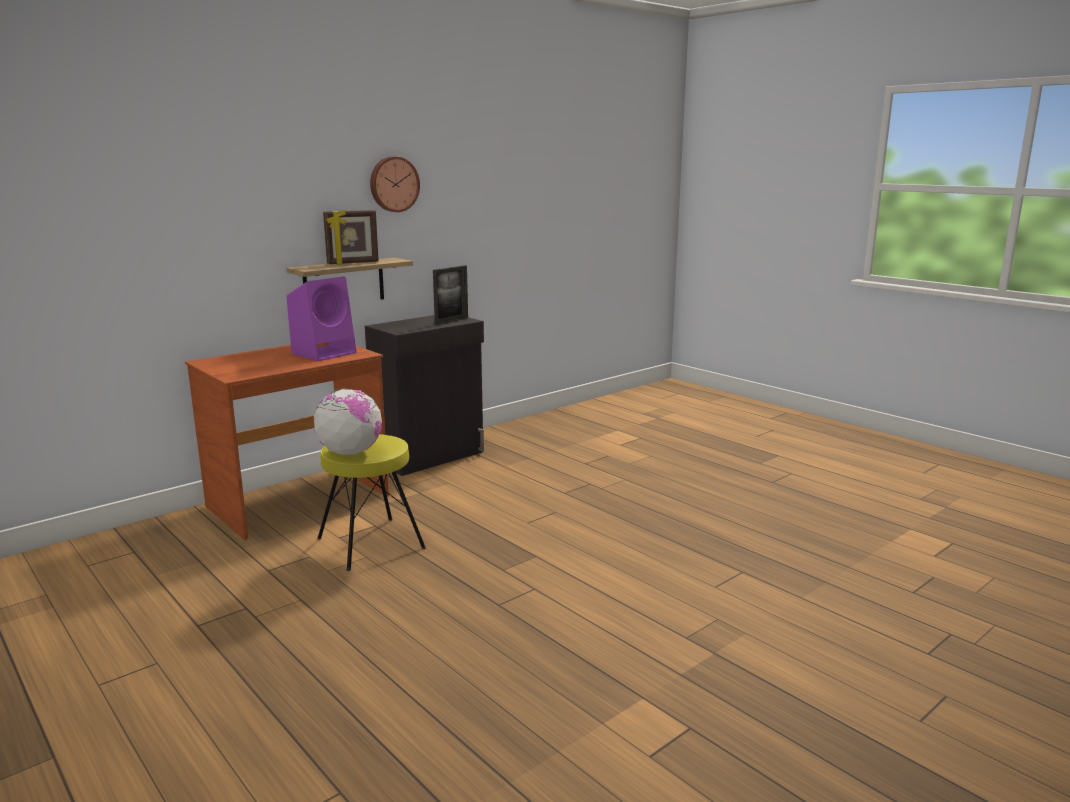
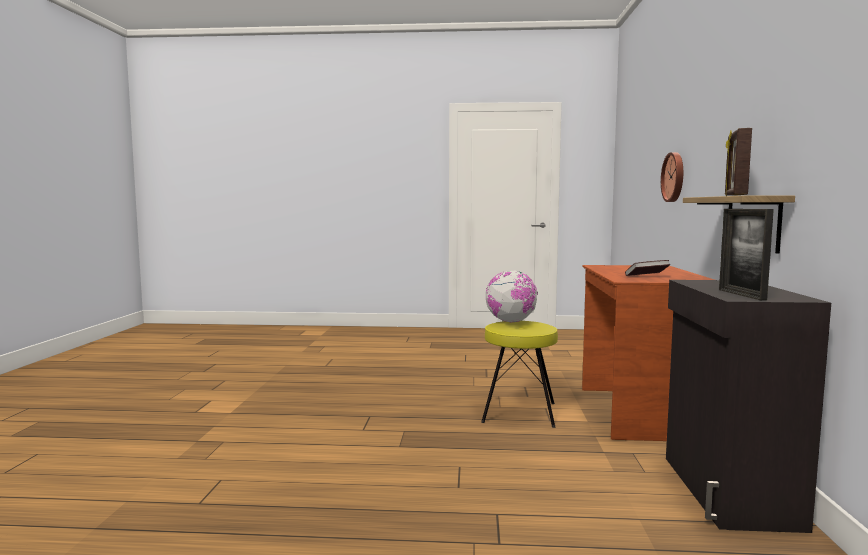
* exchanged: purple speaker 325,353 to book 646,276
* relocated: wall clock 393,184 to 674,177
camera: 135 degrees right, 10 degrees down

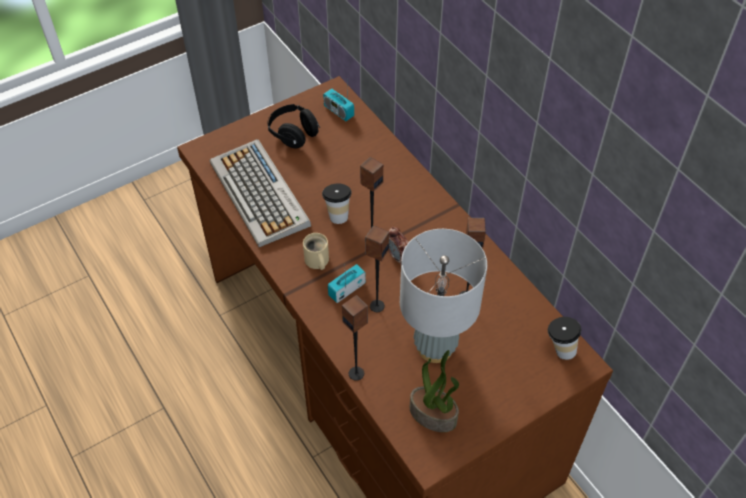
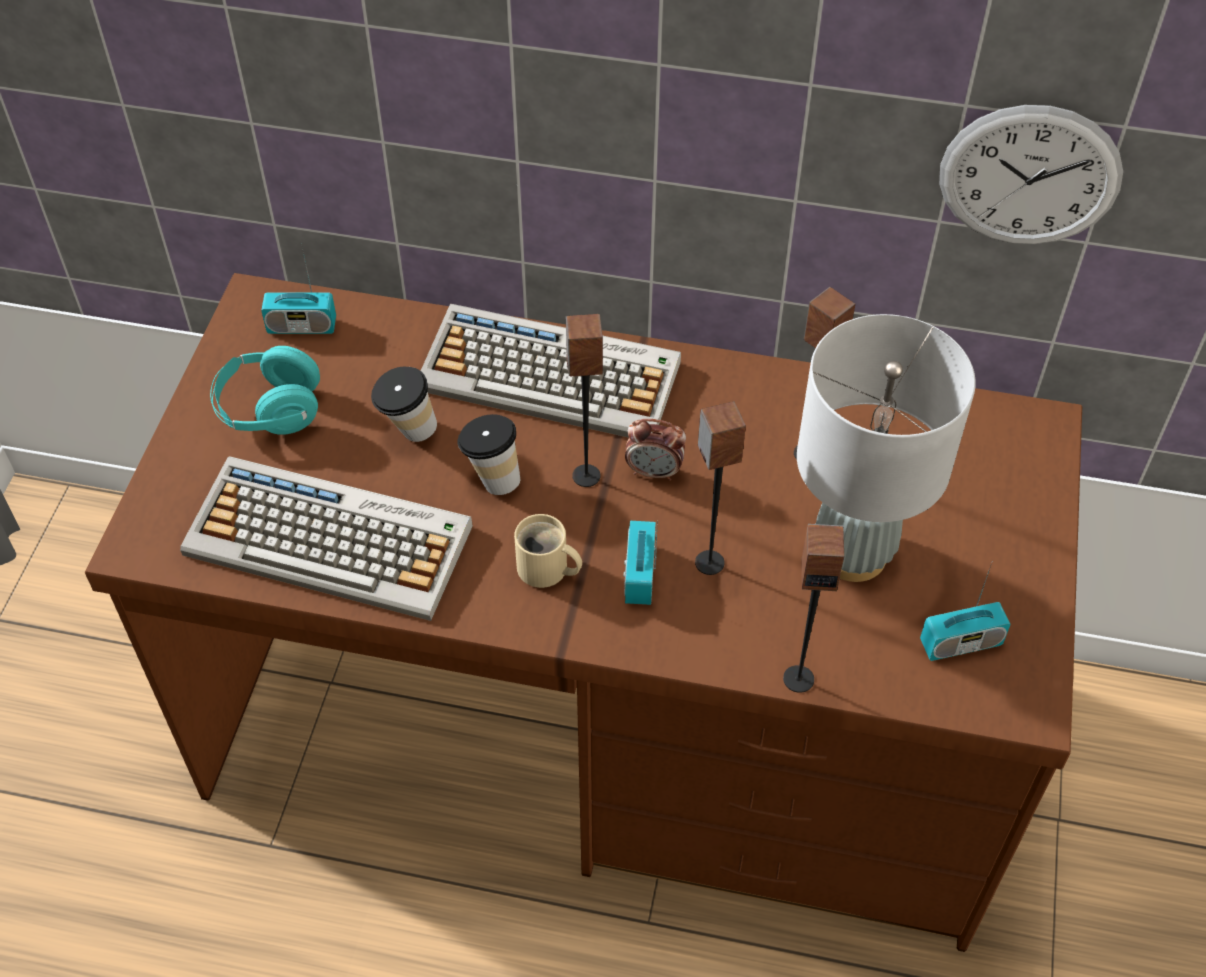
* colour: black headphones 293,134 to turquoise headphones 270,410
* relocated: cup 559,349 to 408,432
* appeared: keyboard 552,375
* exchanged: potted plant 434,414 to radio 960,643
* appeared: wall clock 1029,176
camera: 45 degrees left, 0 degrees up

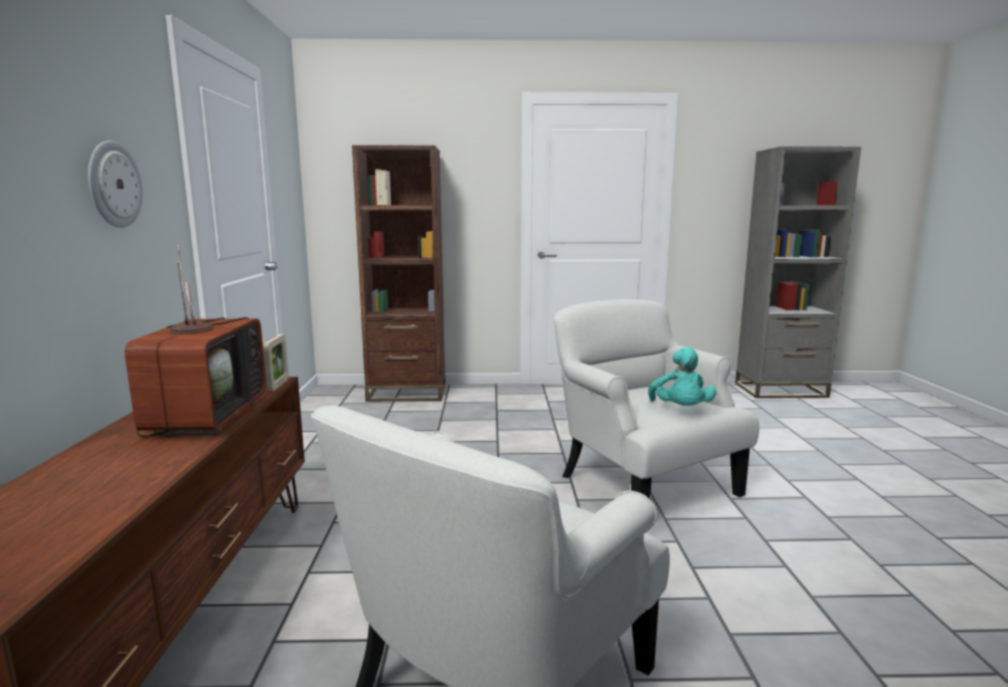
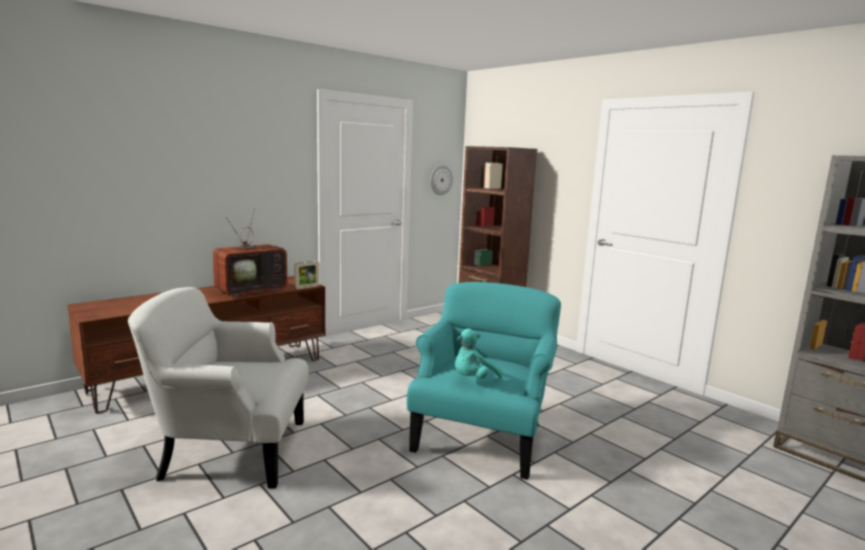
* colour: white armchair 642,484 to turquoise armchair 482,436
* relocated: wall clock 113,184 to 441,180
camera: 50 degrees right, 0 degrees up

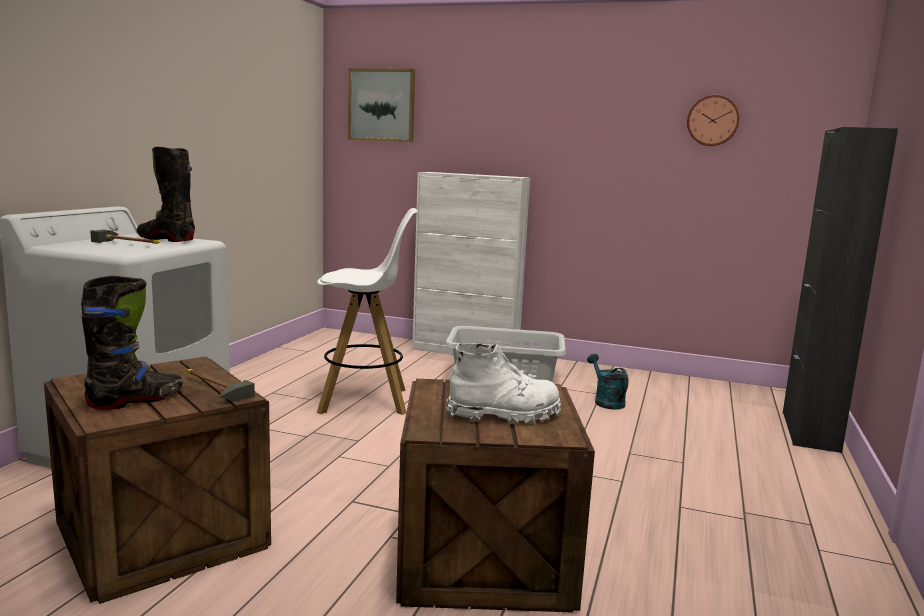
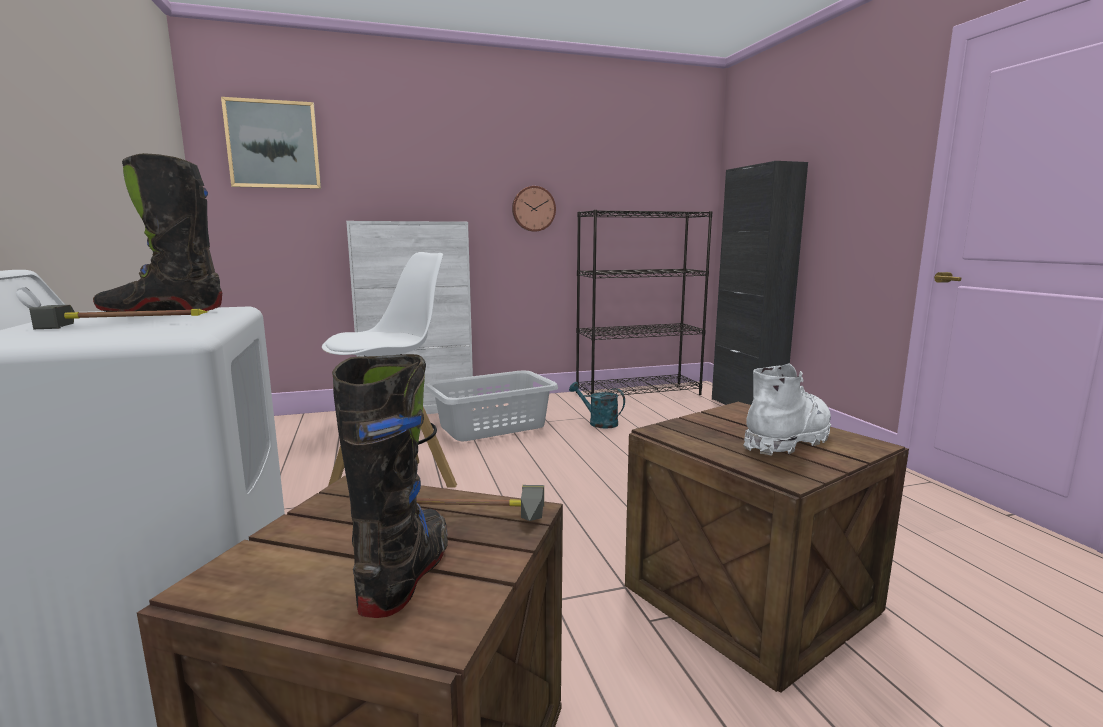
* relocated: wall clock 712,120 to 533,209
* appeared: black bookcase 638,393
camera: 35 degrees left, 0 degrees up

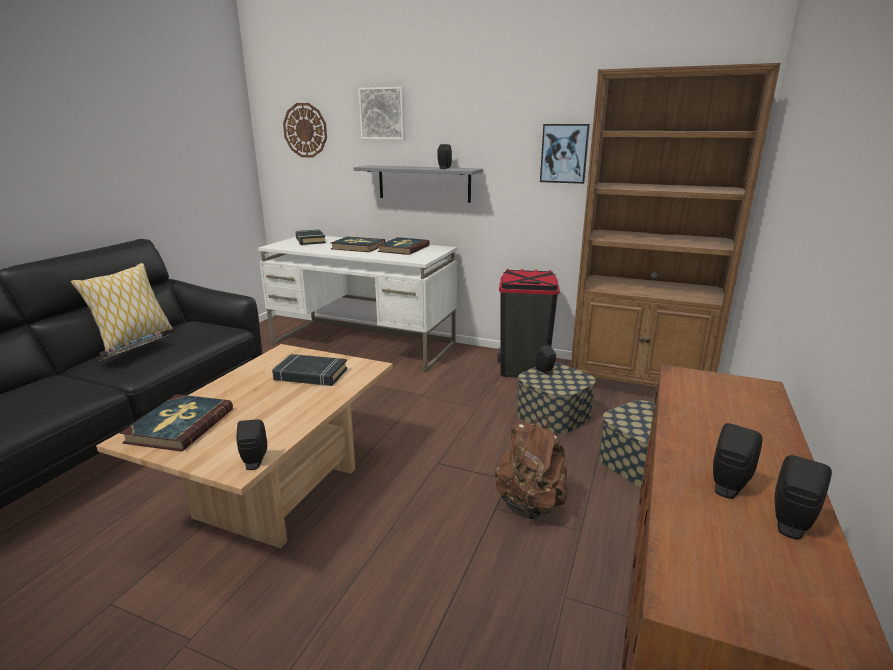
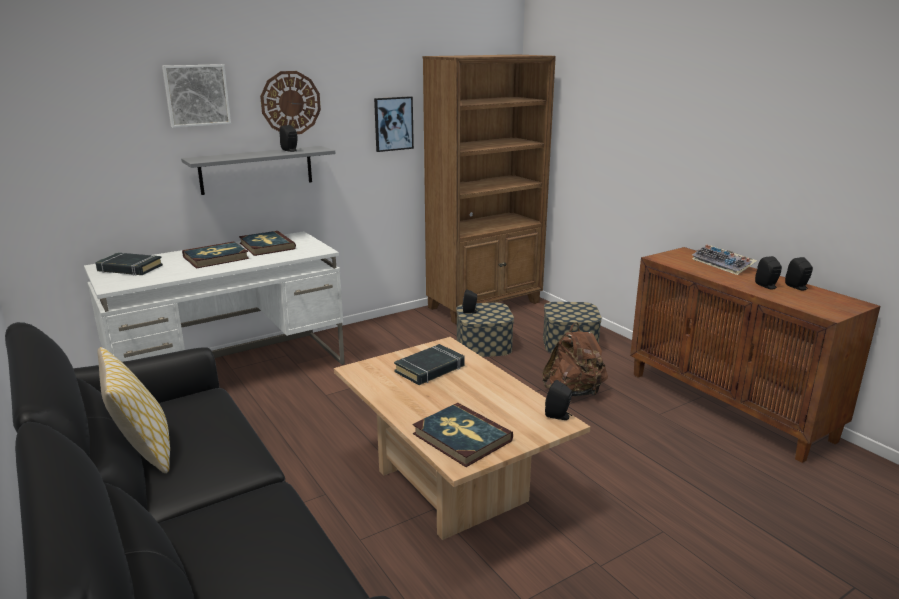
* relocated: wall clock 305,130 to 290,103
* relocated: keyboard 134,353 to 723,265
* missing: black trash can 523,369
camera: 55 degrees left, 0 degrees up

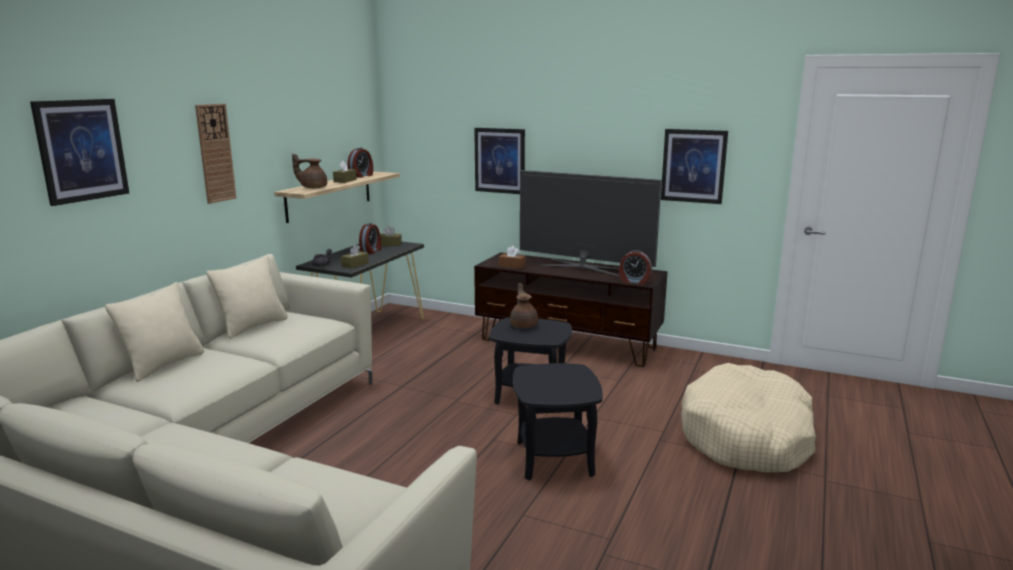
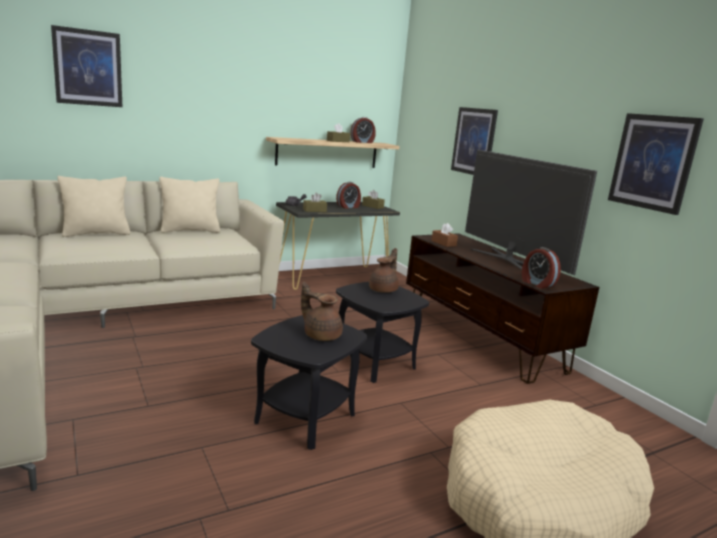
* relocated: brown teapot 313,187 to 321,335
* missing: wall clock 215,153
camera: 35 degrees right, 0 degrees up

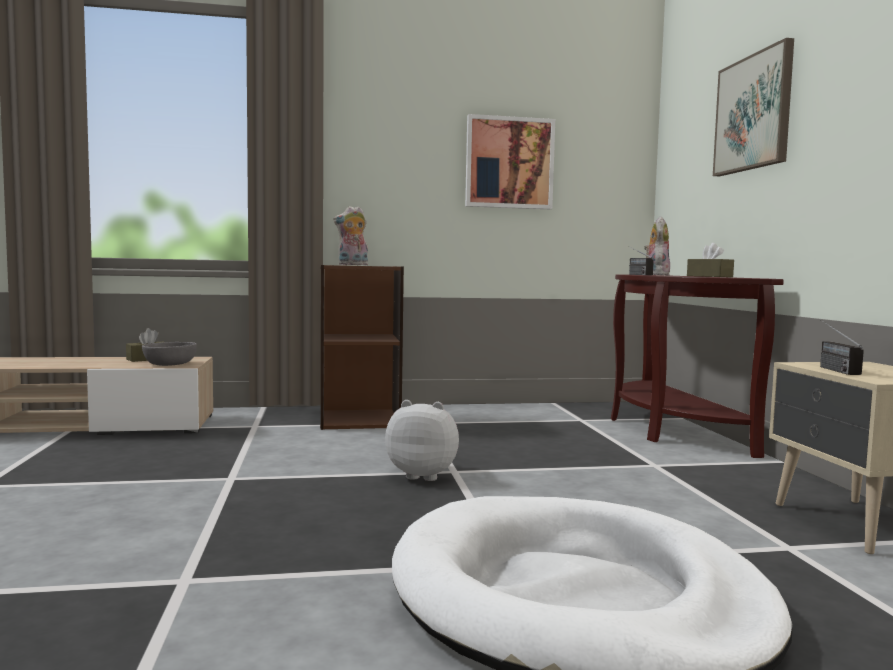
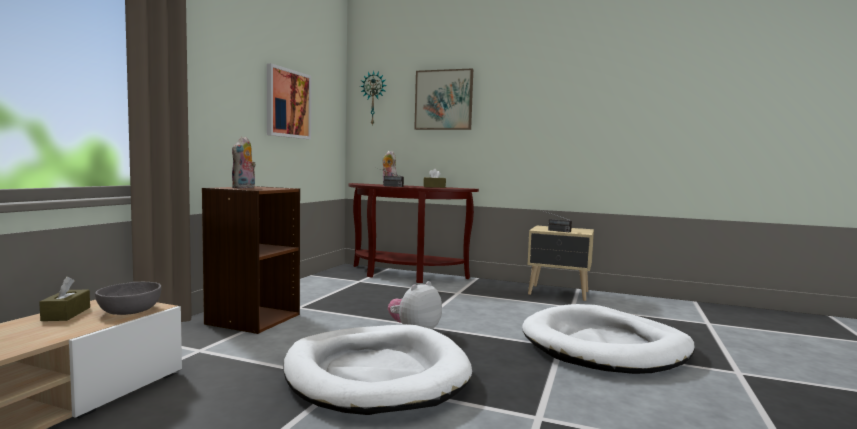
* appeared: white dog bed 376,374
* appeared: wall clock 374,98
camera: 60 degrees left, 0 degrees up

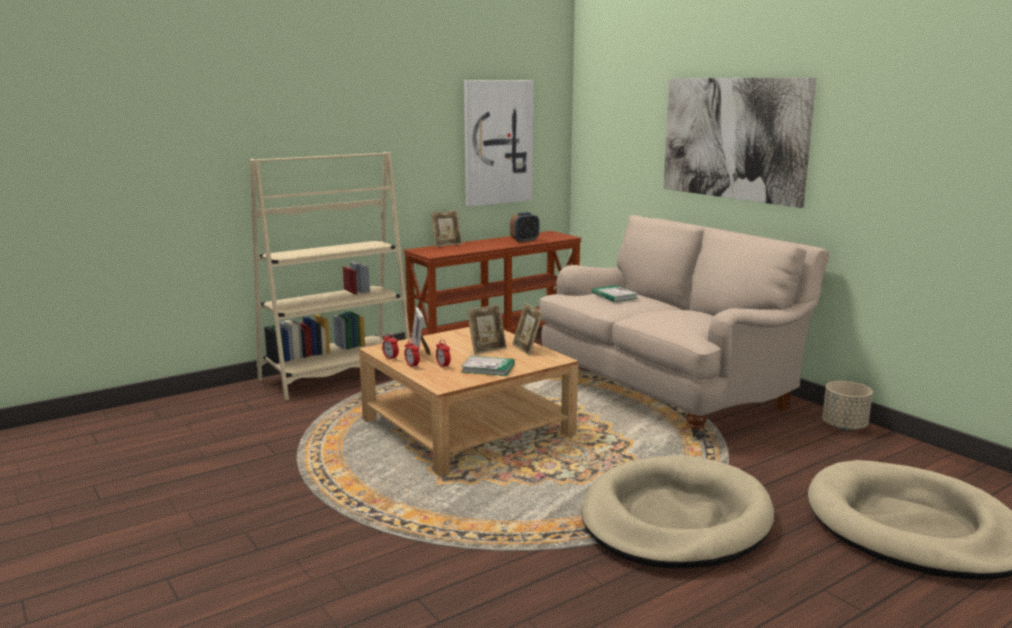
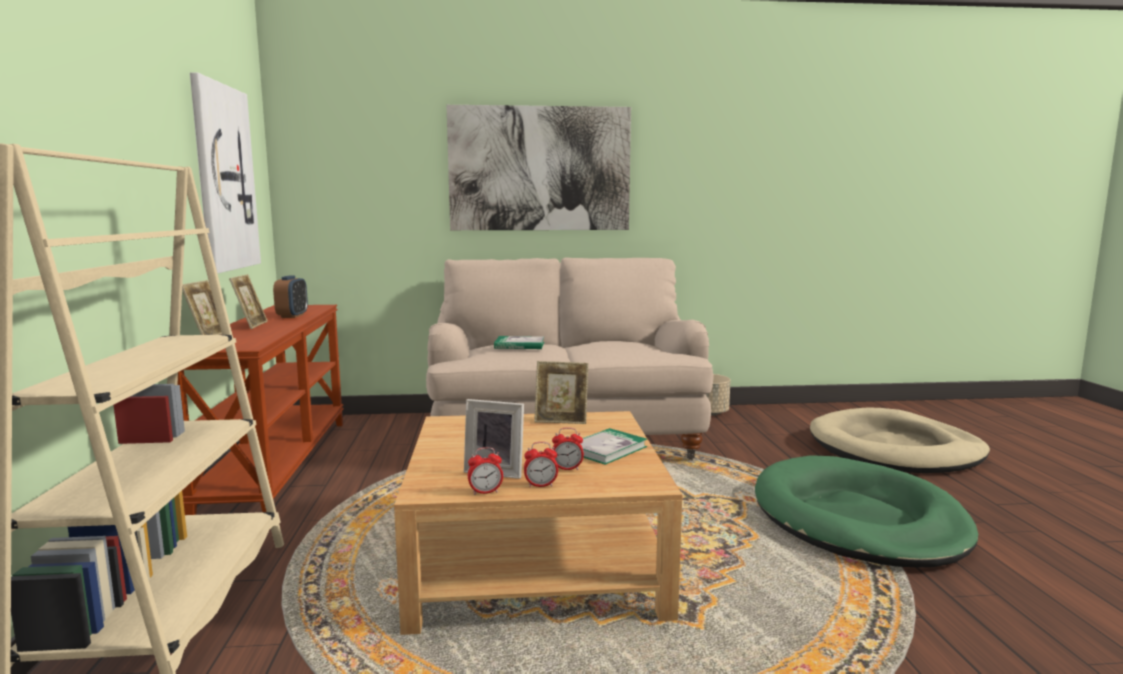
* relocated: picture frame 487,349 to 251,325
* colour: beige dog bed 675,519 to green dog bed 857,519
camera: 60 degrees left, 5 degrees down

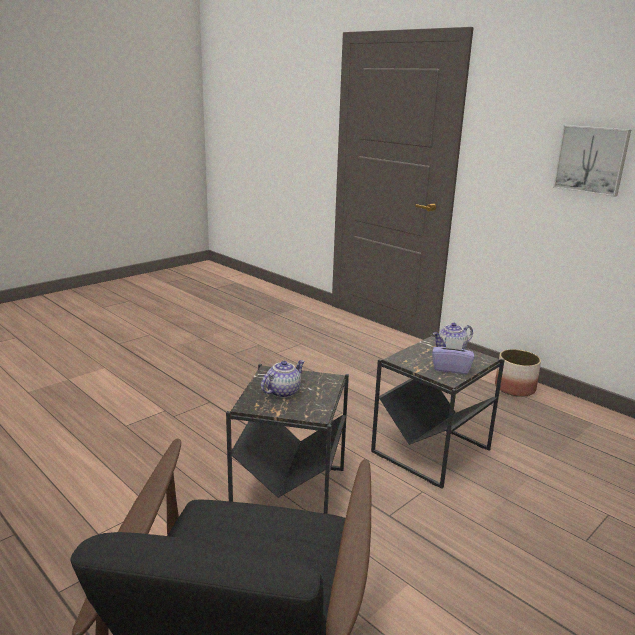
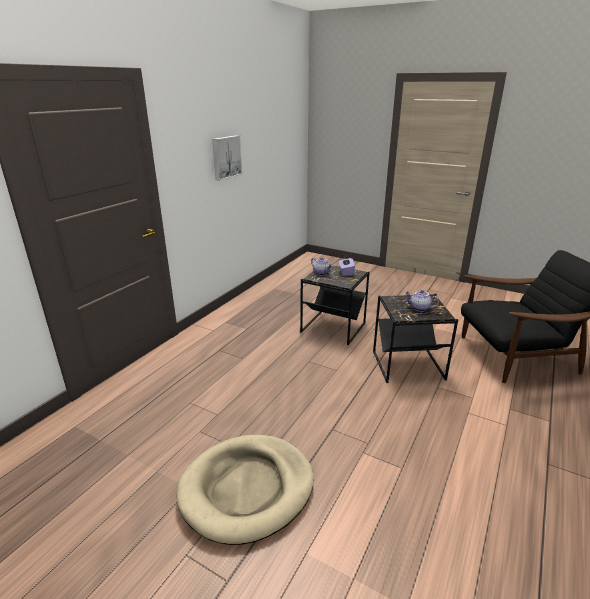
* appeared: beige dog bed 247,489
* missing: planter 515,388
camera: 105 degrees left, 5 degrees up

